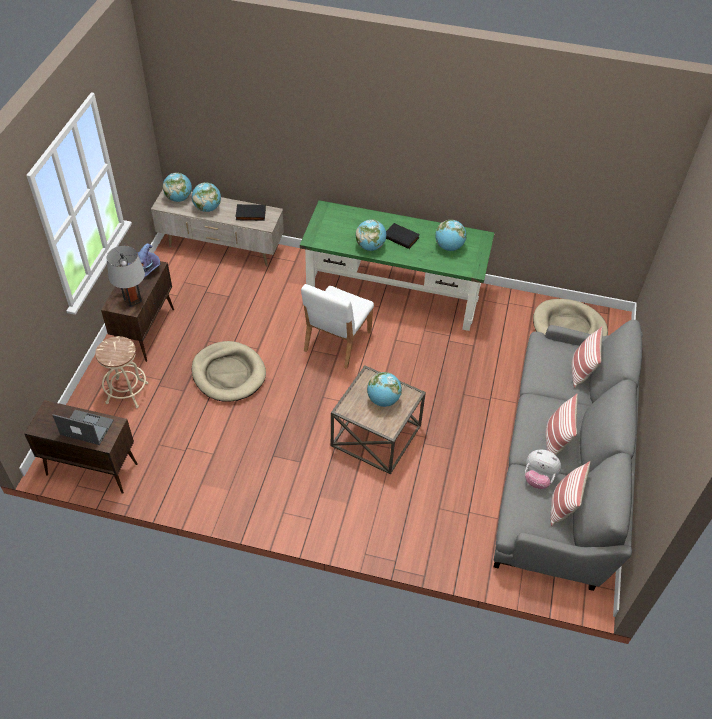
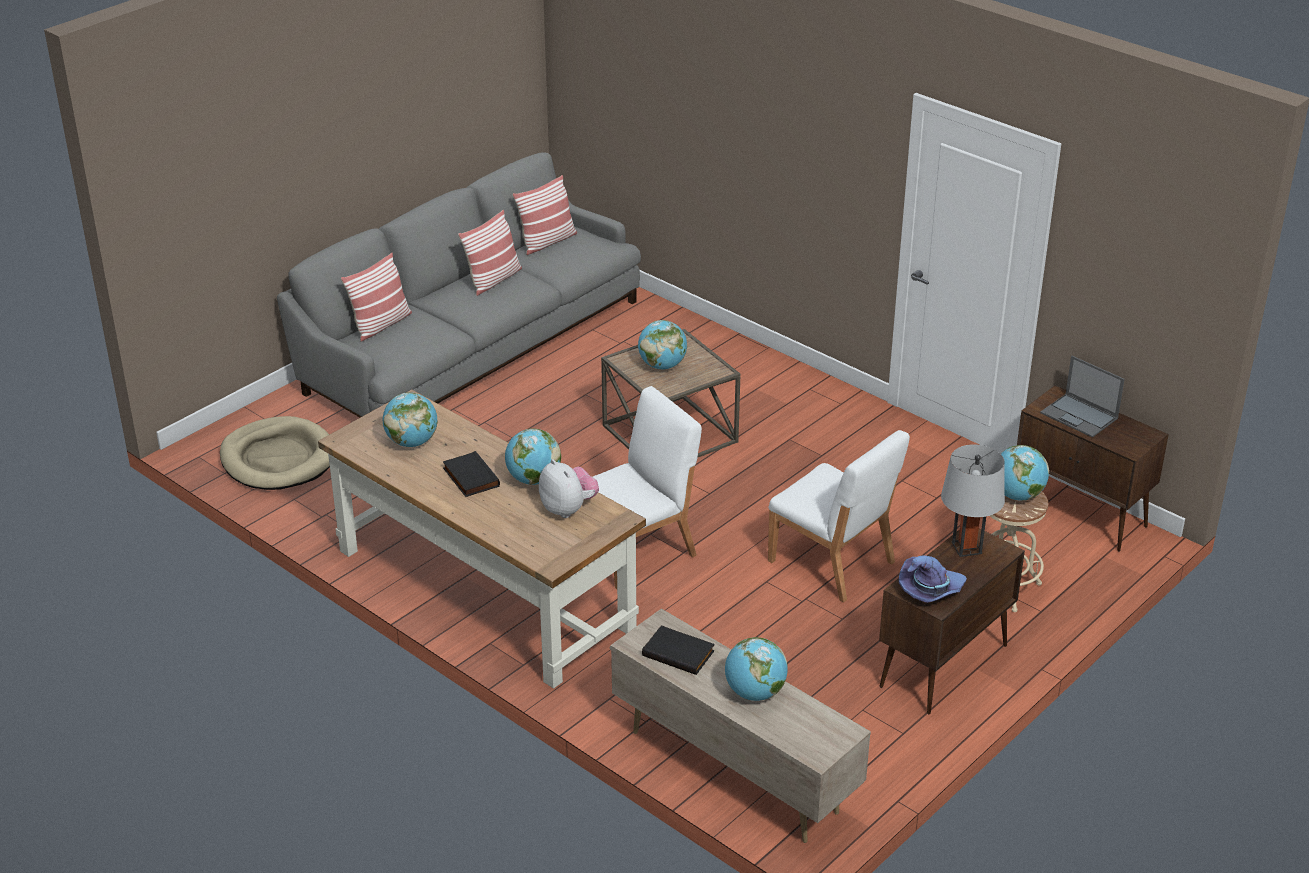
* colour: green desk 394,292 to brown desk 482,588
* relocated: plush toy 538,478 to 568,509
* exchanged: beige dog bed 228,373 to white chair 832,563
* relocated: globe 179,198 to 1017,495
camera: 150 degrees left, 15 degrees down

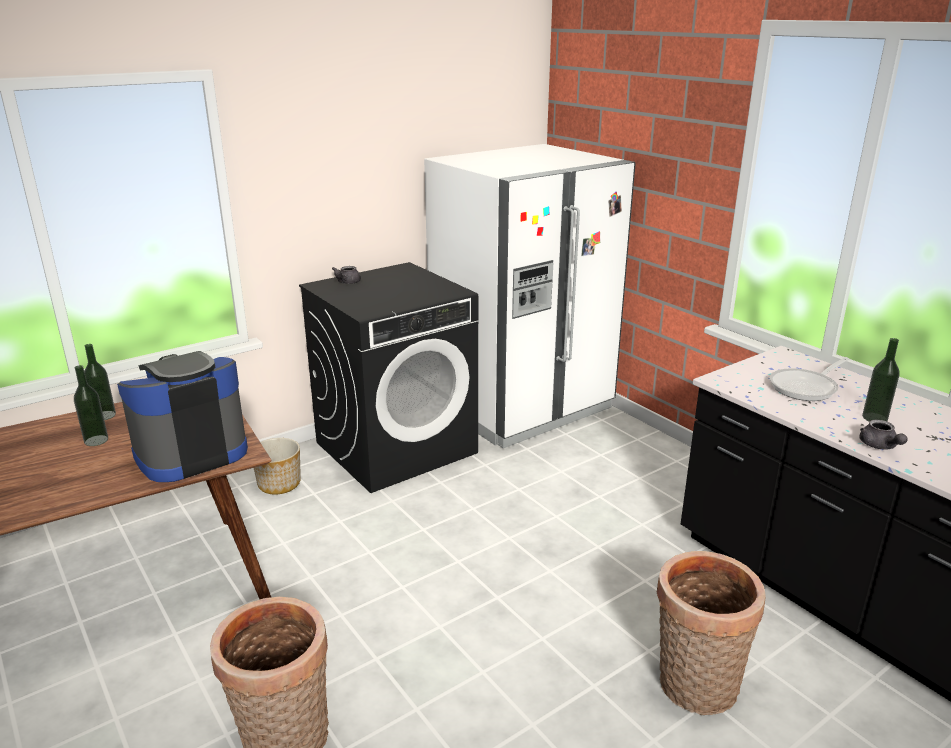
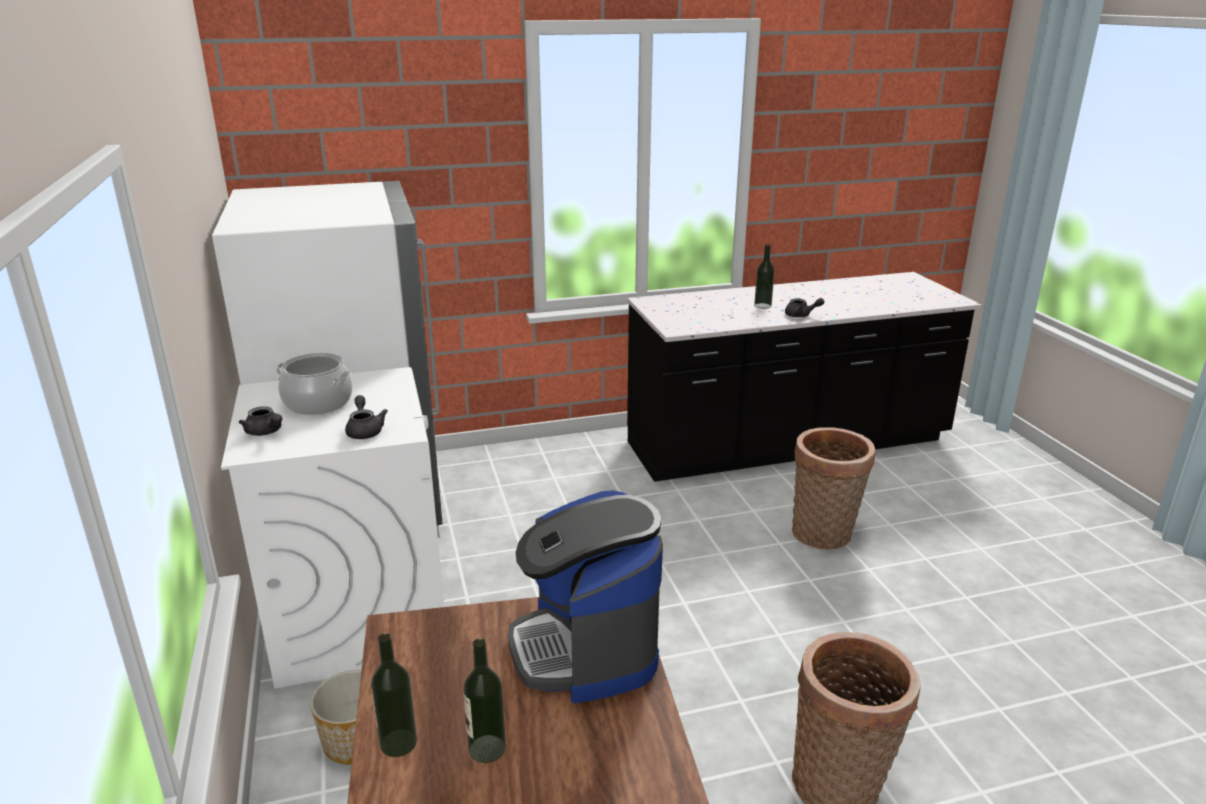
* colour: black washing machine 396,447 to white washing machine 359,615
* appeared: cooking pot 318,403
* appeared: grey teapot 365,430
* missing: frying pan 807,387
camera: 70 degrees left, 0 degrees up

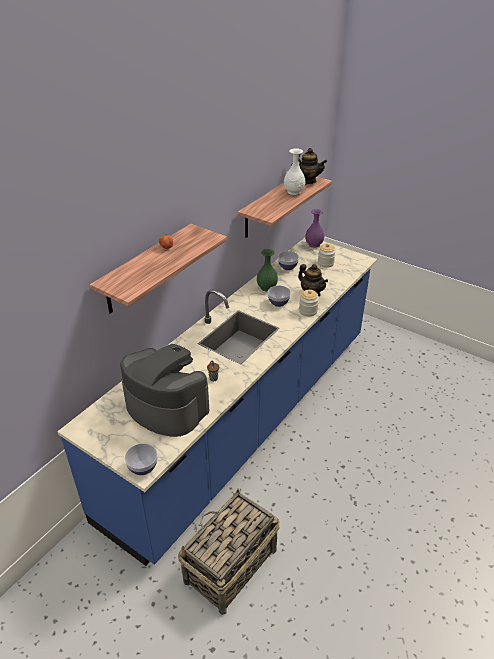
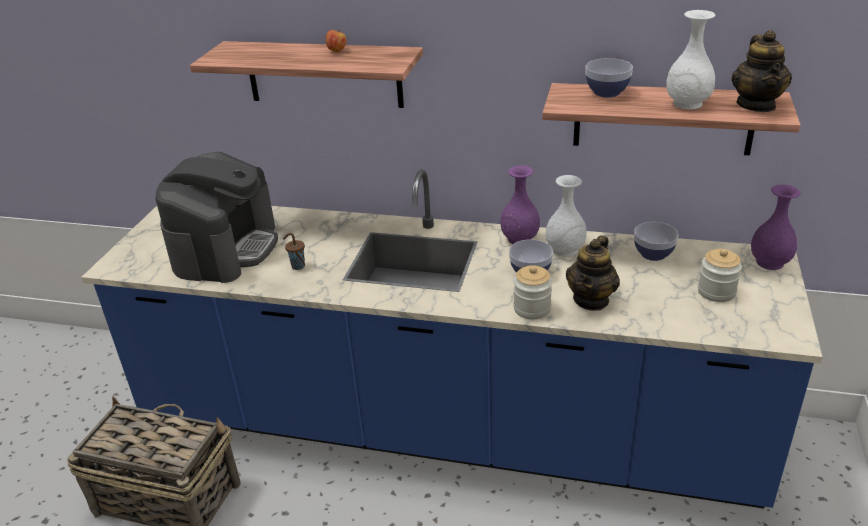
* appeared: purple vase 519,239
* colour: green vase 267,287 to white vase 565,250
* relocated: bowl 143,467 to 607,92
camera: 70 degrees right, 5 degrees down

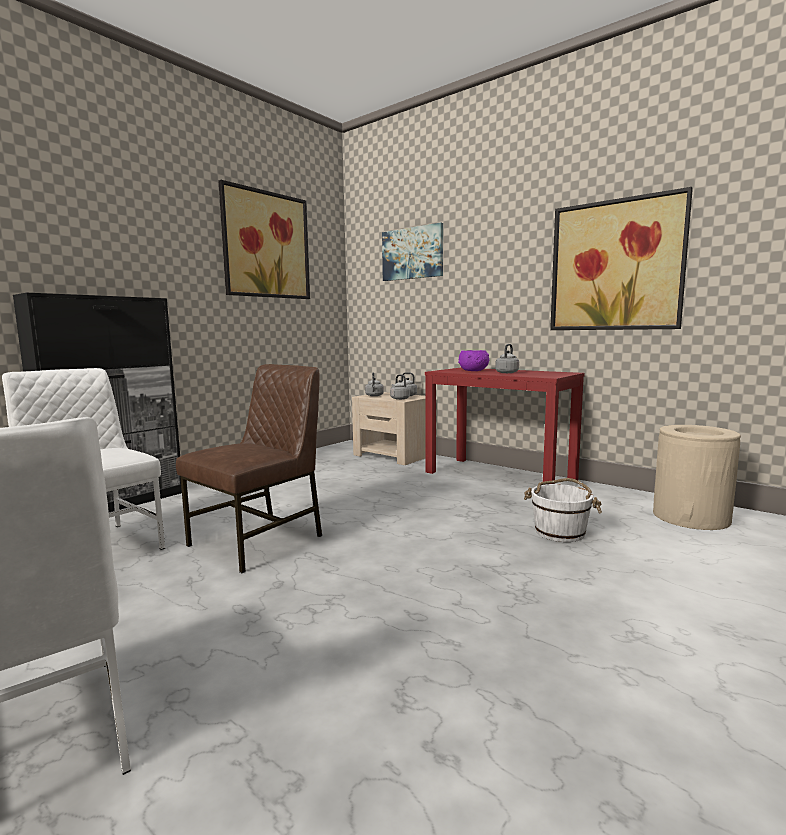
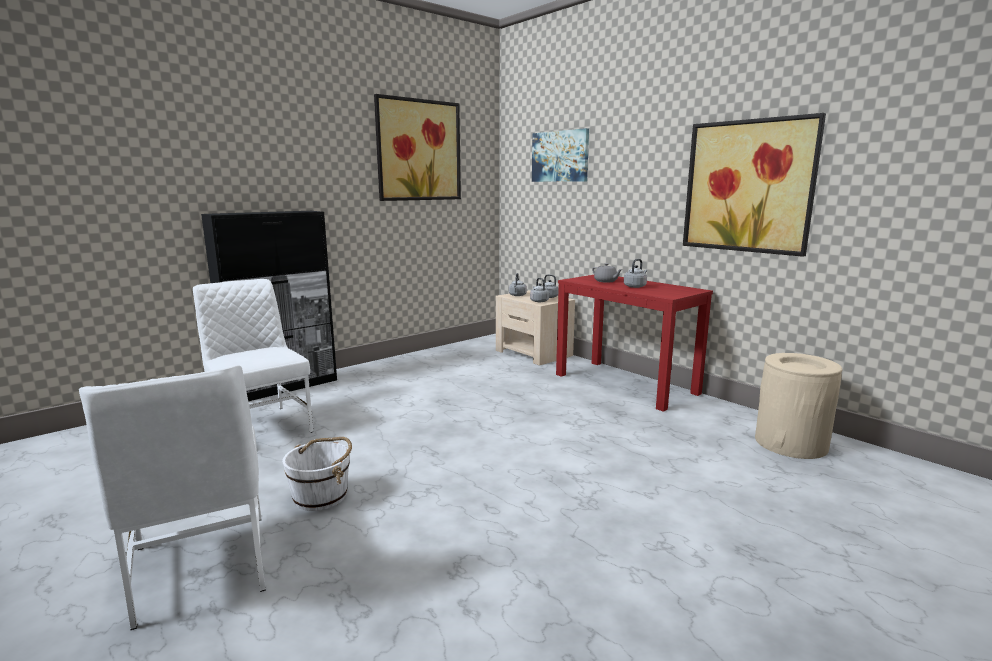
* relocated: white bucket 560,532 to 321,496
* exchanged: purple bowl 474,371 to grey teapot 606,281
* missing: brown chair 259,540
camera: 10 degrees right, 5 degrees up

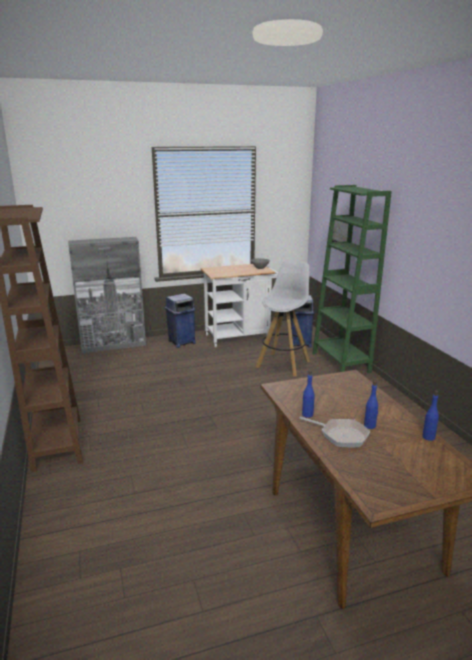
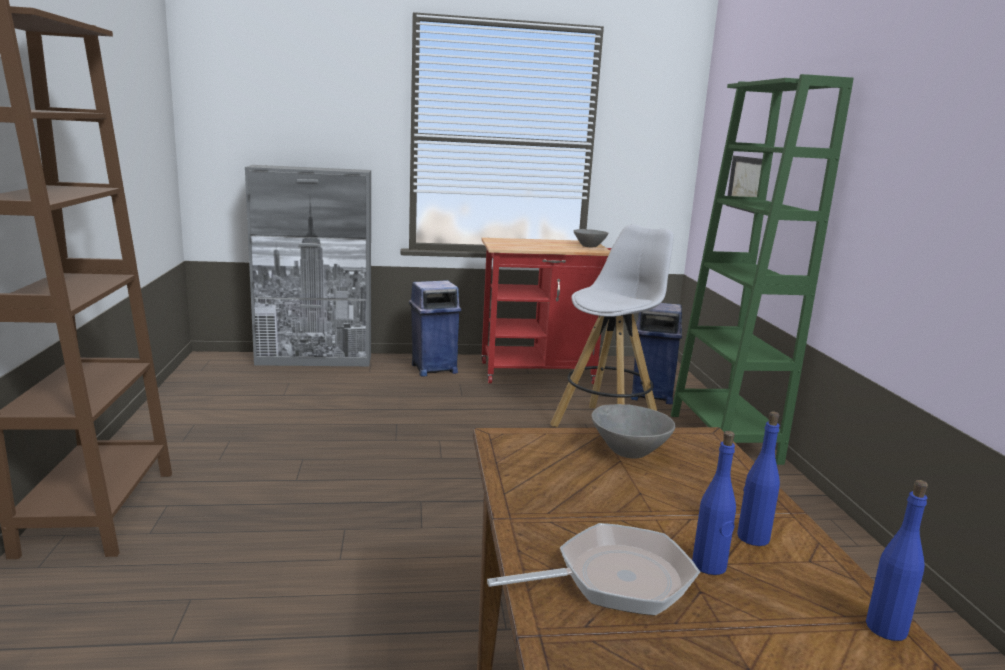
* colour: white cart 241,337 to red cart 545,373
* spun: frying pan 341,435 = 614,579 60 degrees counterclockwise
* appeared: grey bowl 629,451
* relocated: blue bottle 307,414 to 752,537
camera: 10 degrees right, 5 degrees down

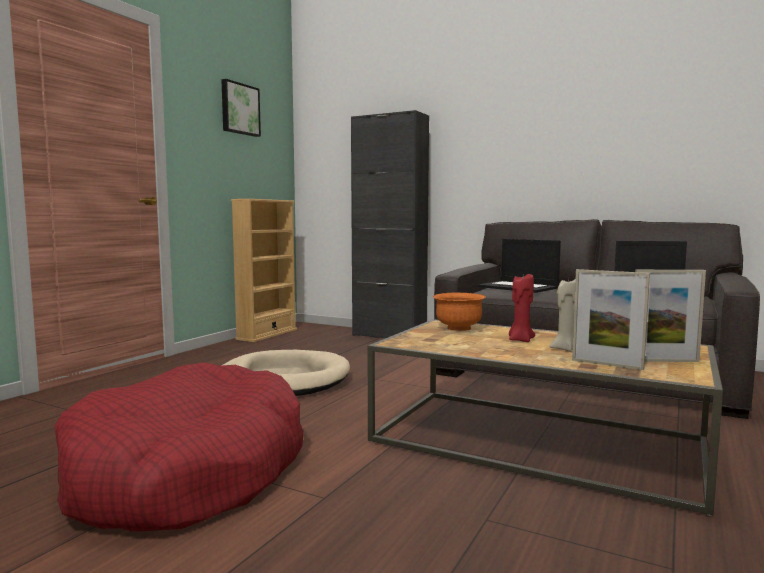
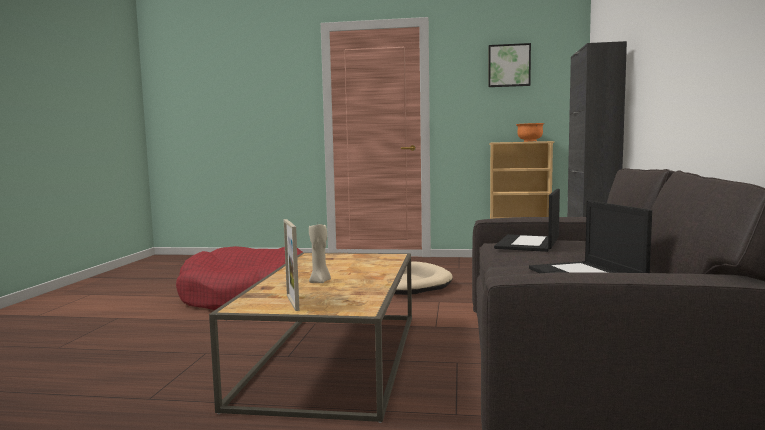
* relocated: orange bowl 458,328 to 529,141
* missing: red candle 520,340
* missing: picture frame 607,364
camera: 70 degrees right, 0 degrees up

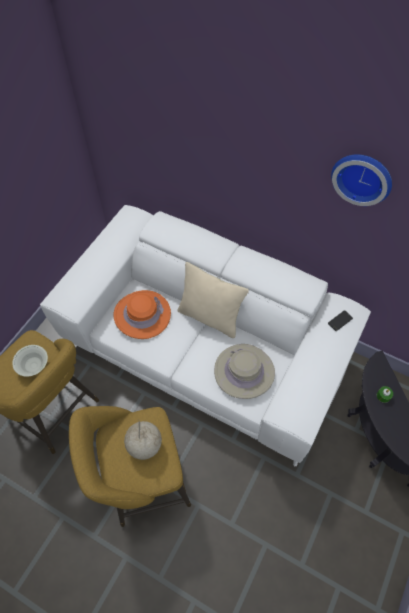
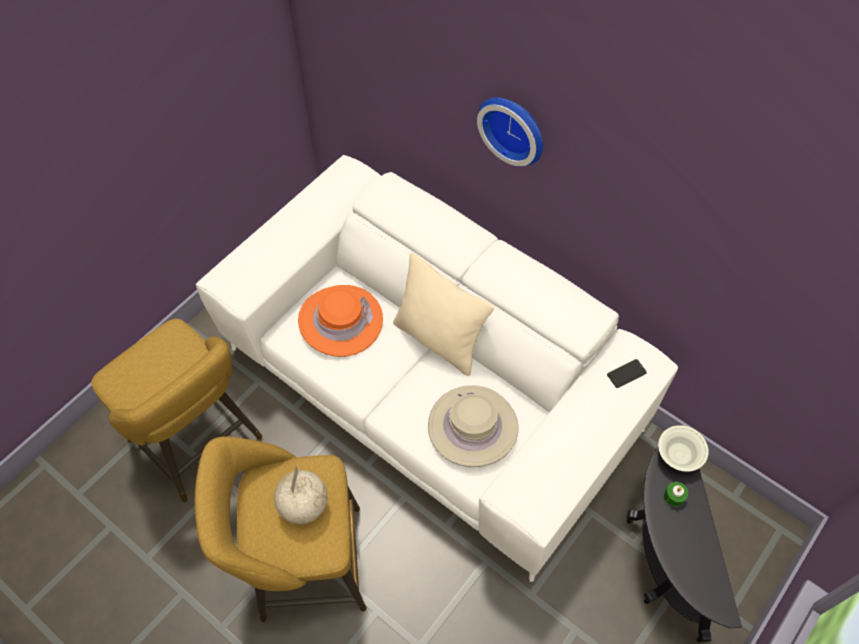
* relocated: wall clock 362,177 to 514,127
* relocated: white bowl 34,365 to 678,455
camera: 10 degrees right, 0 degrees up

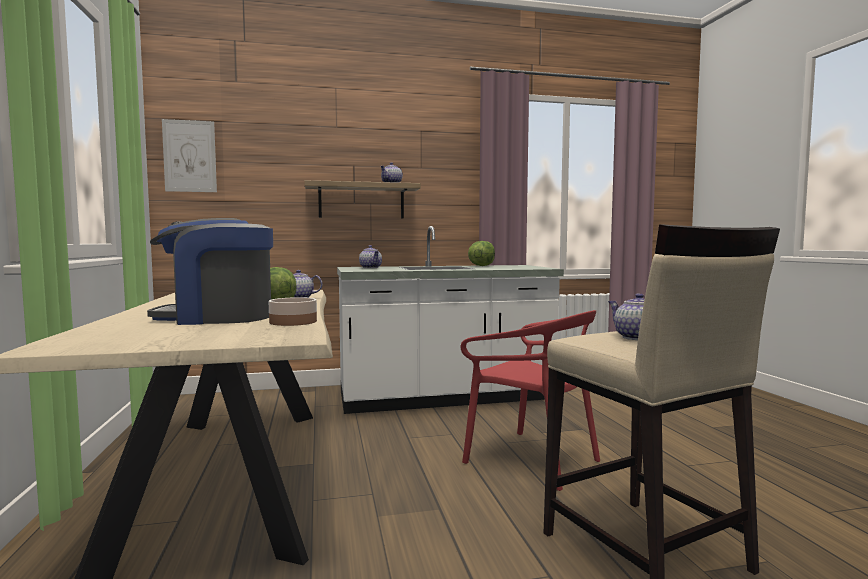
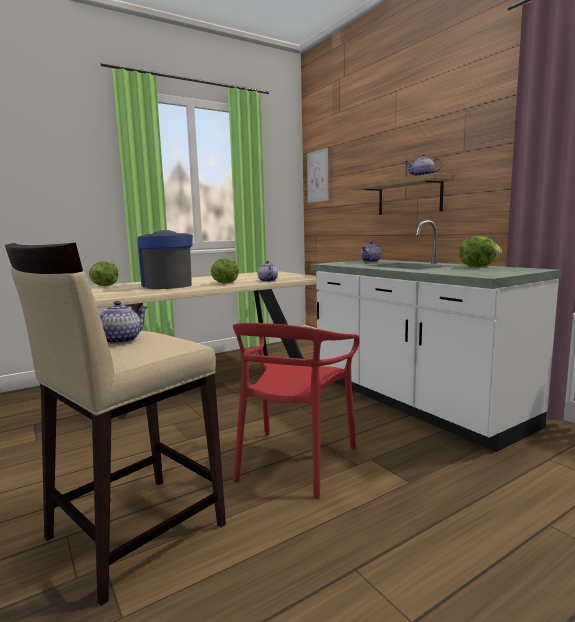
* appeared: lettuce 105,285
* missing: bowl 293,322
camera: 70 degrees right, 5 degrees up

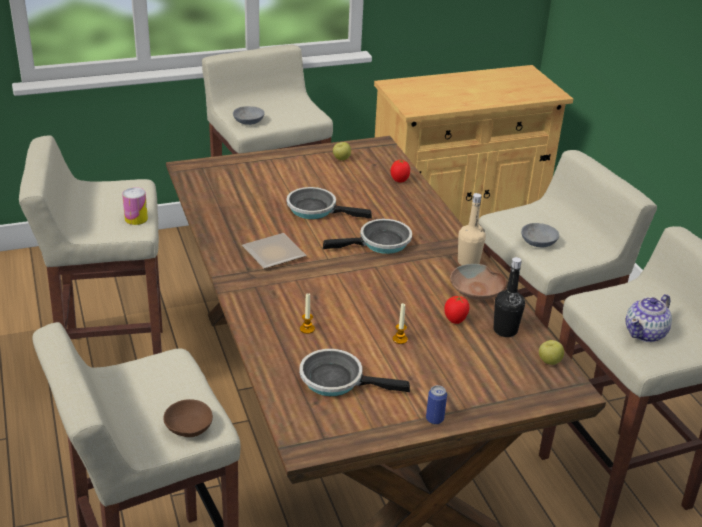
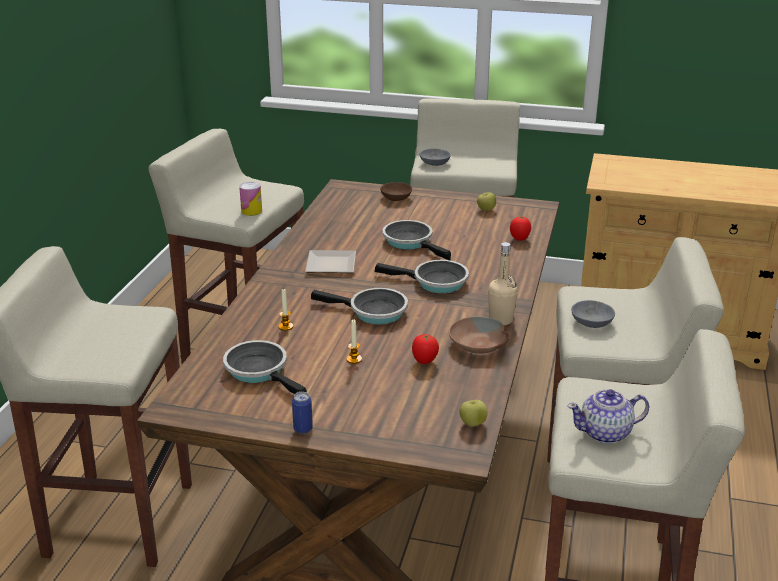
* appeared: frying pan 373,312
* relocated: brown bowl 190,427 to 397,198
* missing: black bottle 505,330
camera: 35 degrees right, 5 degrees down

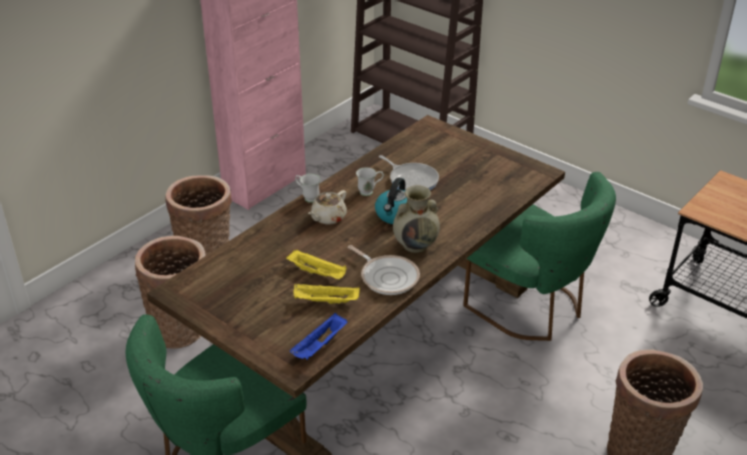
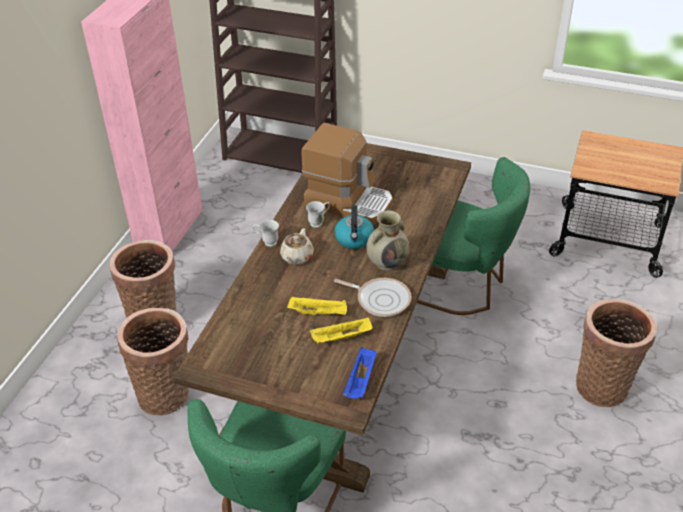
* exchanged: frying pan 412,180 to coffee machine 349,202
camera: 20 degrees left, 5 degrees up

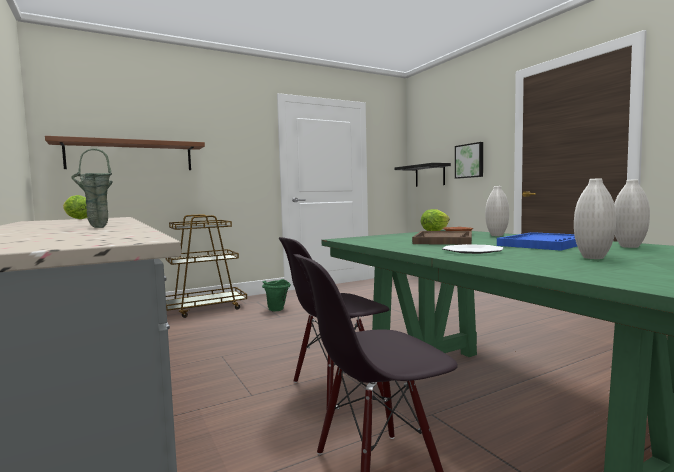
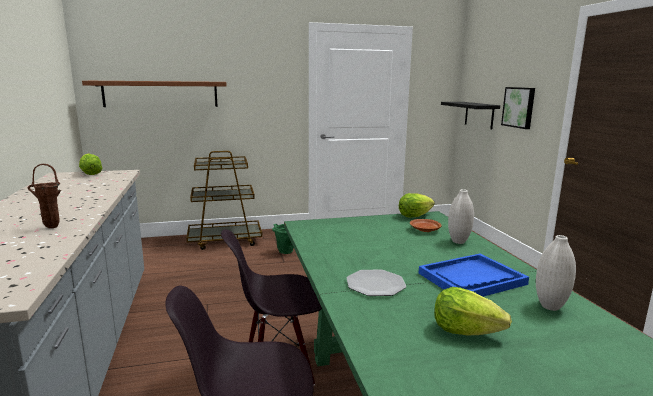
* colour: green vase 96,228 to brown vase 50,228
* exchanged: white vase 593,258 to lettuce 465,331
* missing: brown tray 443,240
camera: 15 degrees right, 10 degrees up

